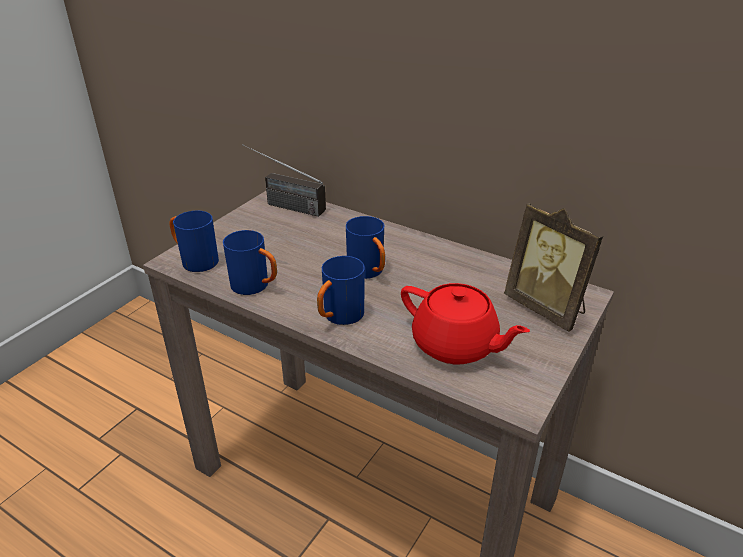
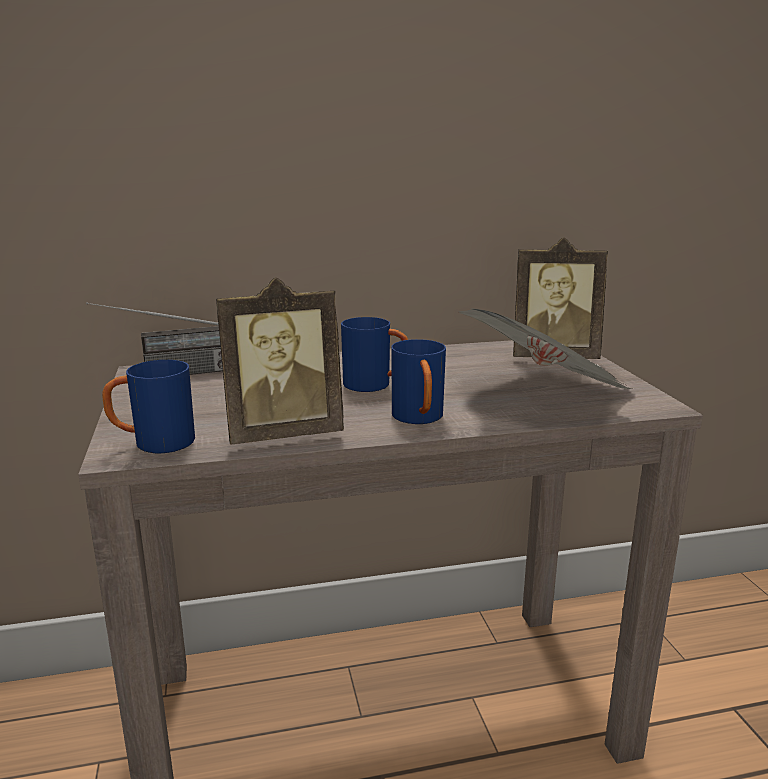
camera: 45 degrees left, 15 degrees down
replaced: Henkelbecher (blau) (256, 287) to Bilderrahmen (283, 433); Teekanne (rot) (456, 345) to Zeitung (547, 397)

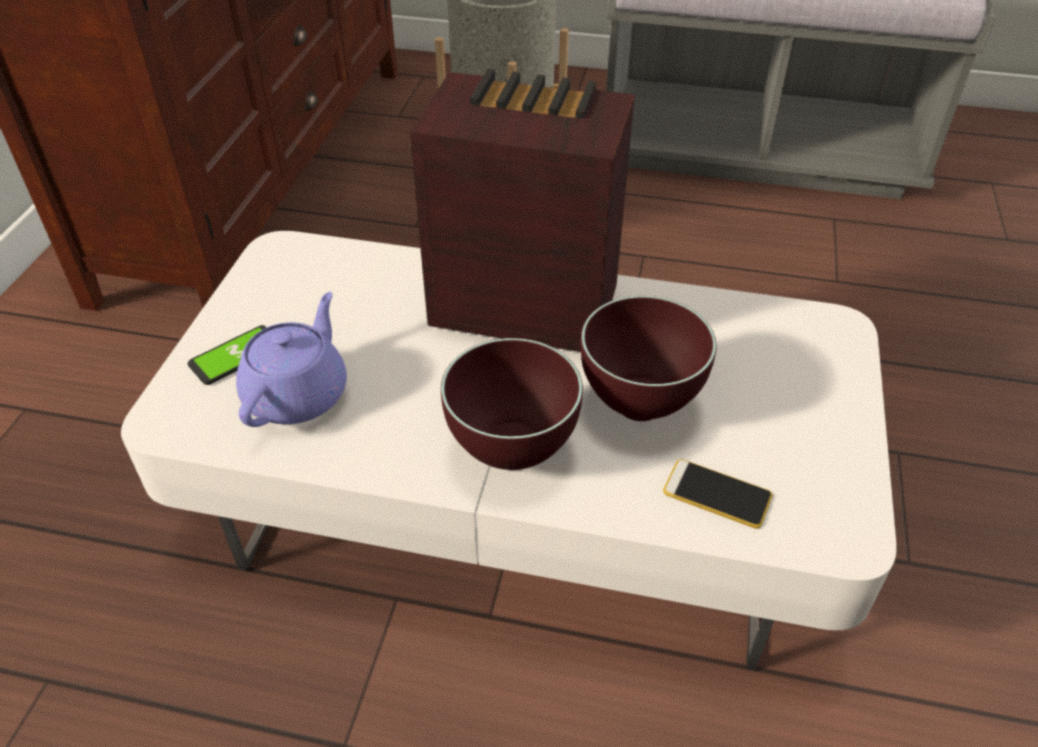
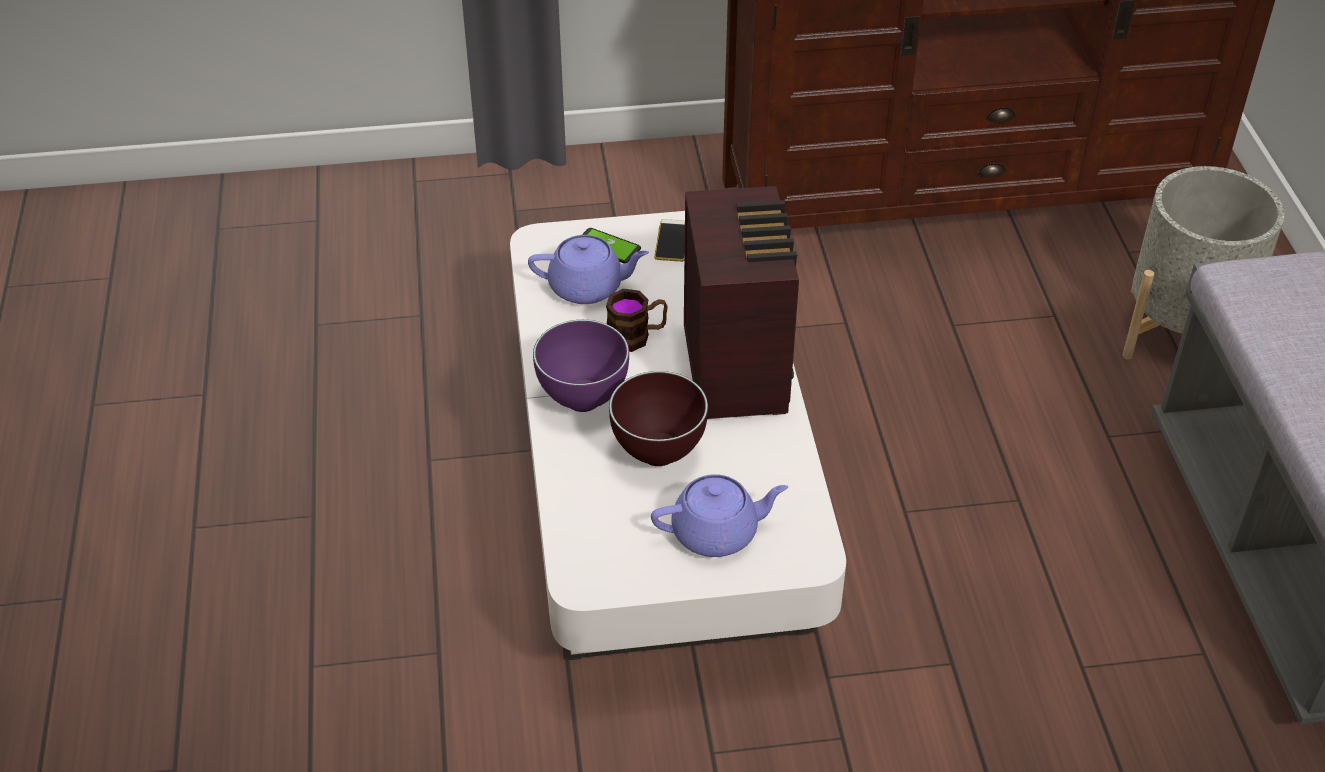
camera: 70 degrees right, 0 degrees up
added: Henkelbecher (637, 336); Teekanne (lila) (717, 532)
moved: Handy (717, 494) to (672, 241)
recoloured: Schüssel (braun) (515, 454) to Schüssel (lila) (582, 403)

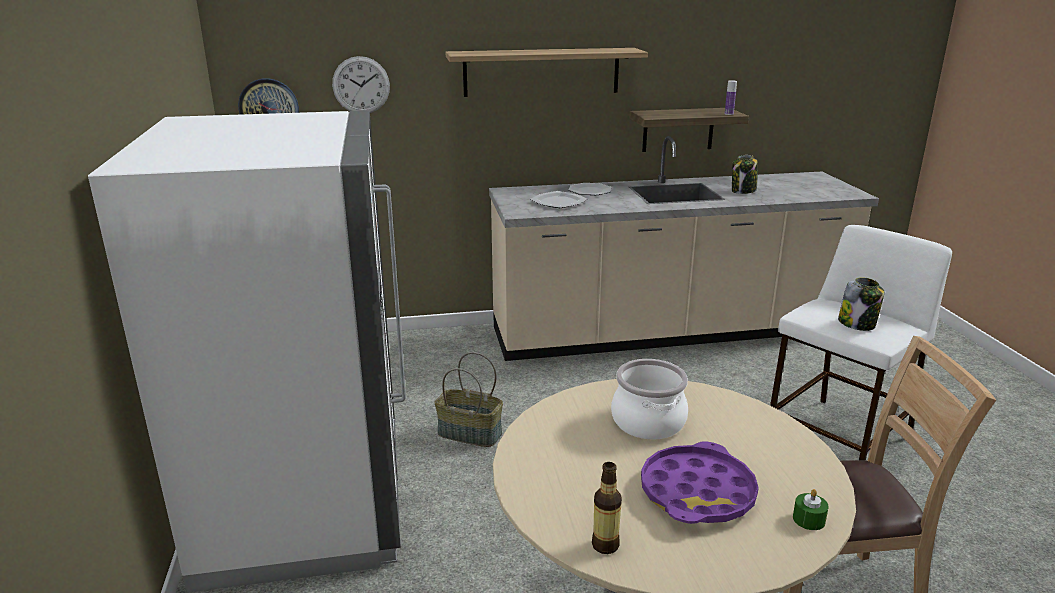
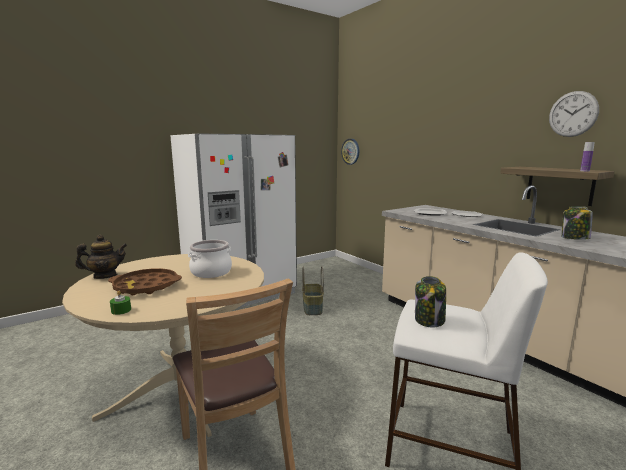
camera: 65 degrees right, 10 degrees down
removed: Wandregal (541, 72)
moved: Wanduhr (361, 85) to (573, 114)
replaced: Flasche (605, 545) to Teekanne (105, 276)
recoloured: Tablett (lila) (697, 492) to Tablett (braun) (146, 286)

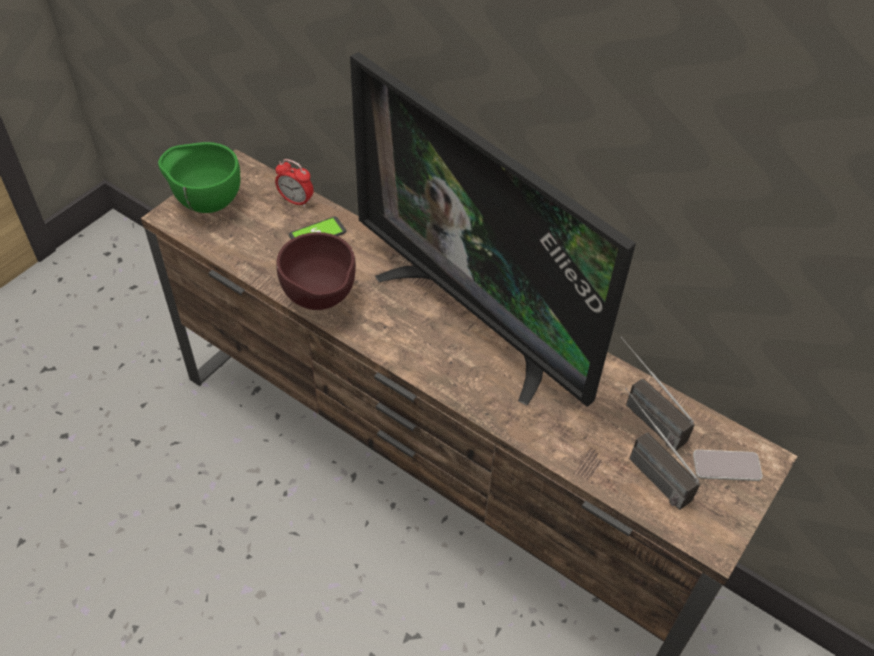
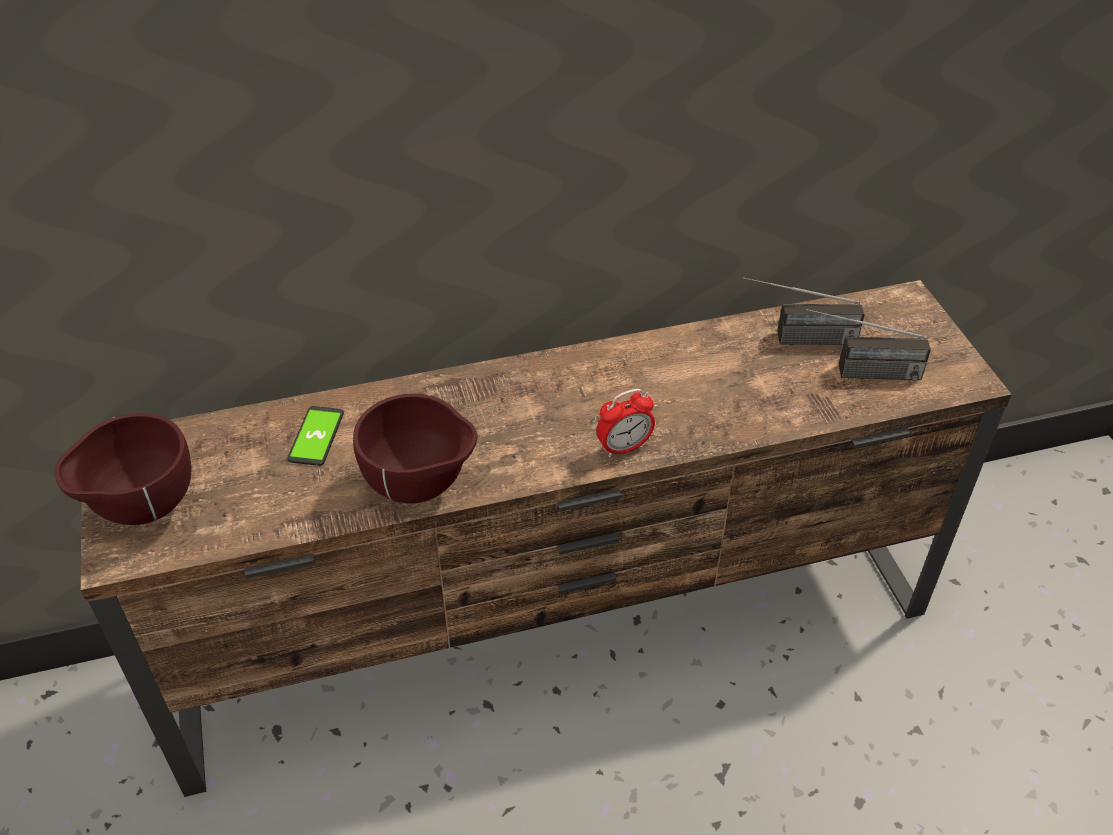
camera: 50 degrees left, 5 degrees down
removed: Fernseher (476, 318); Handy (726, 466)
moved: Wecker (296, 201) to (624, 447)
recoloured: Schüssel (grün) (206, 203) to Schüssel (braun) (142, 510)

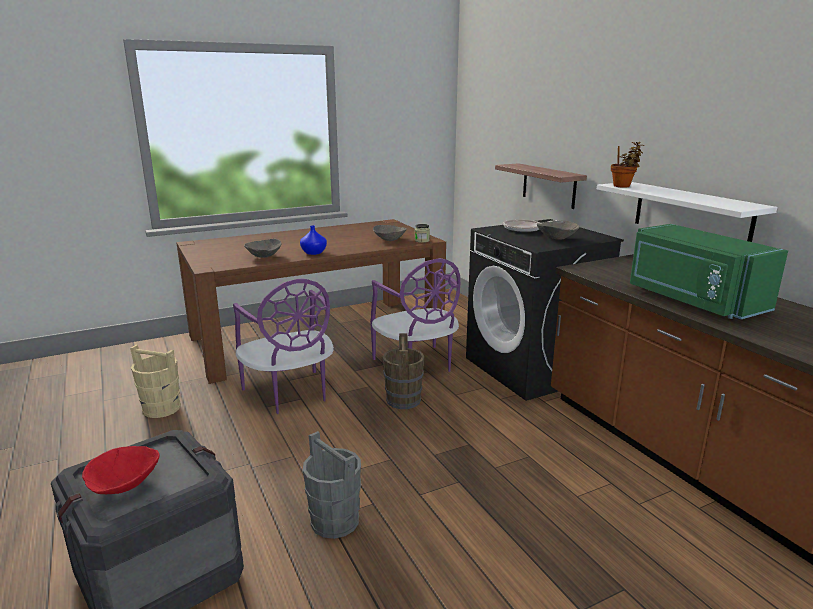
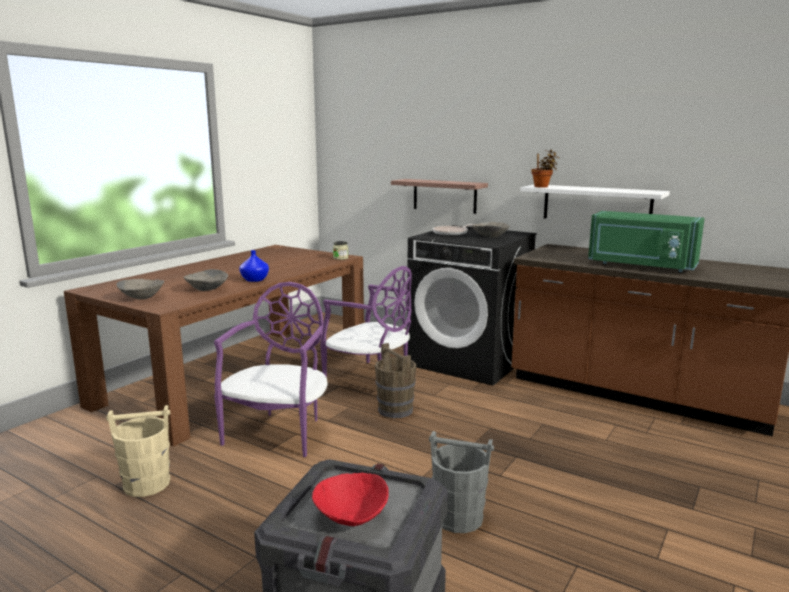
camera: 30 degrees left, 5 degrees down
moved: Schüssel (grau) (390, 240) to (142, 297)
turned: Stuhl (lila) (290, 394) = (279, 432) 105 degrees counterclockwise

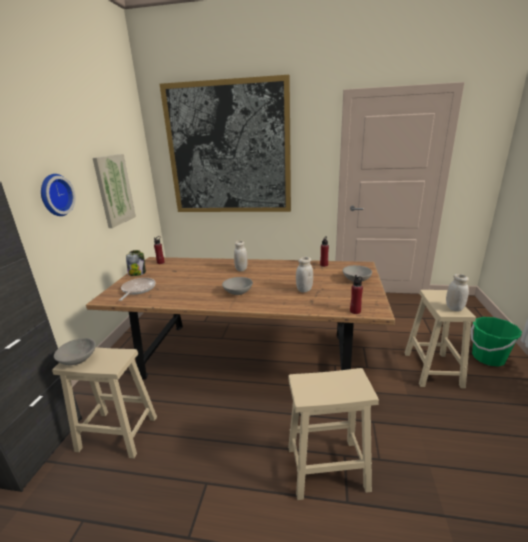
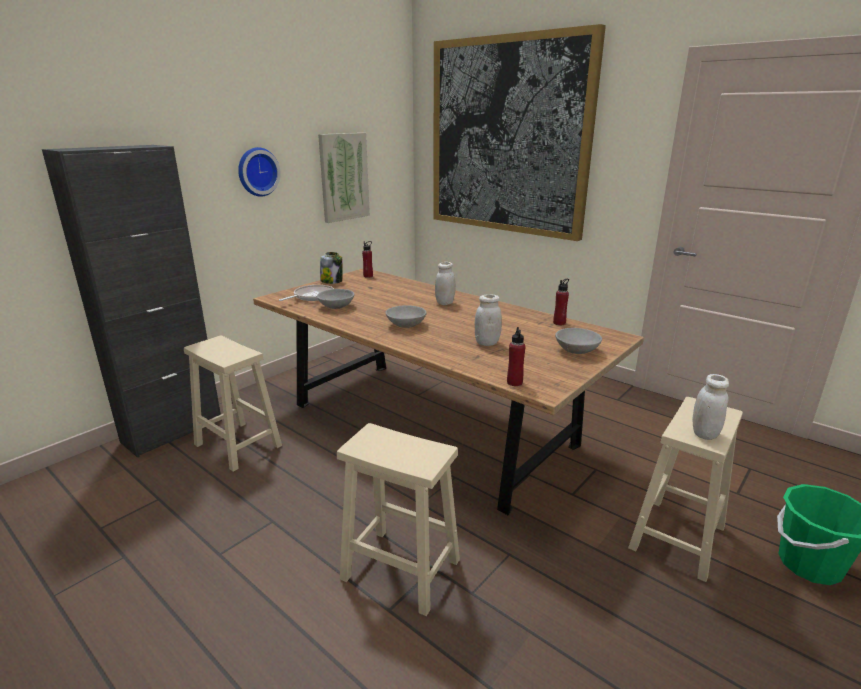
camera: 30 degrees right, 0 degrees up
moved: Schüssel (grau) (78, 359) to (336, 306)

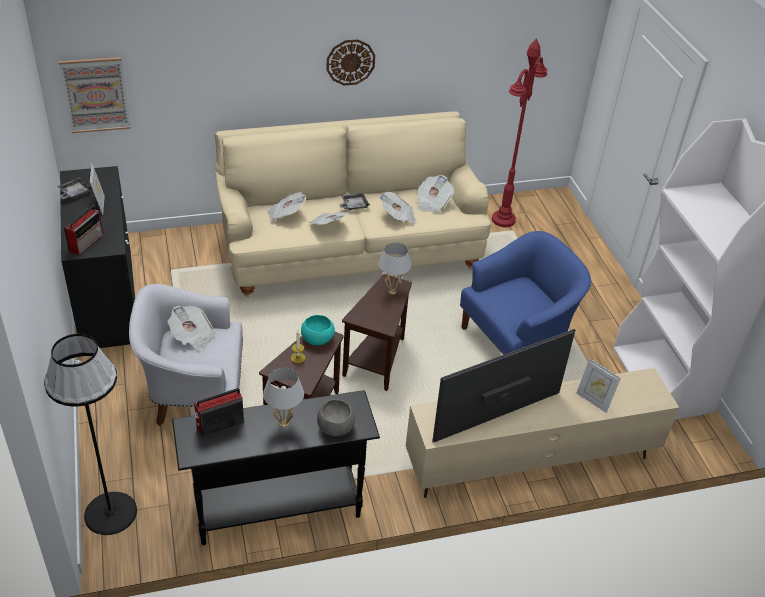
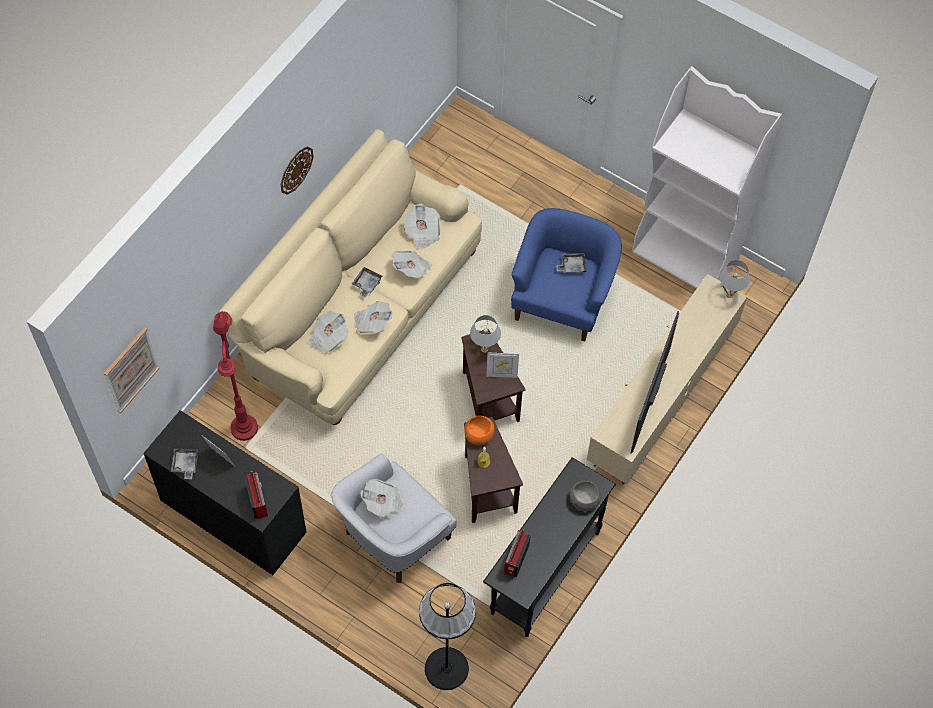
camera: 40 degrees left, 20 degrees up
added: Tablett (grau) (572, 266)
moved: Stehlampe (rot) (503, 219) to (244, 428); Bilderrahmen (593, 401) to (502, 374); Tischlampe (weiß) (284, 423) to (729, 295)
recoloured: Schüssel (türkis) (317, 338) to Schüssel (orange) (479, 434)

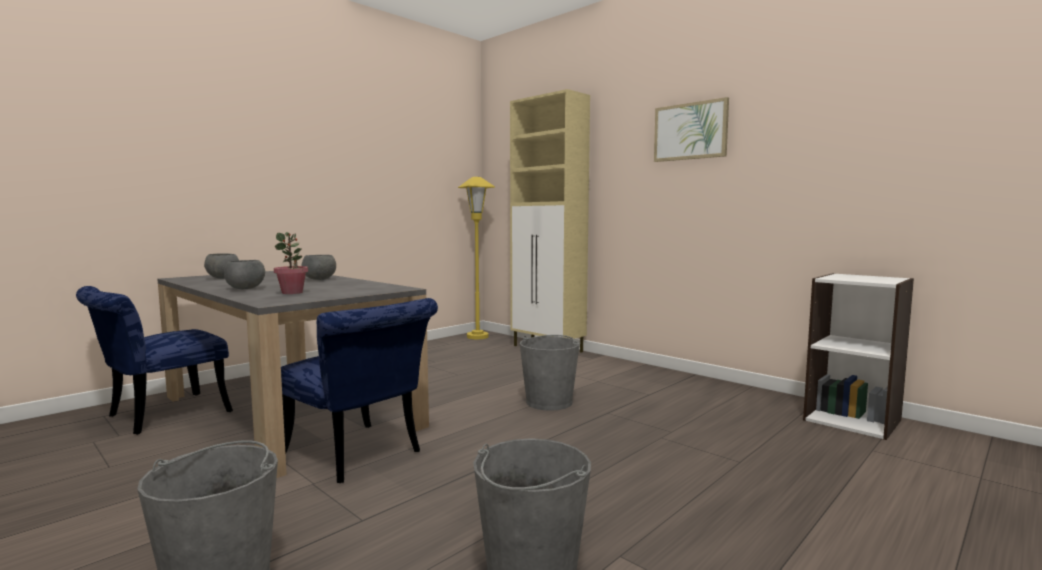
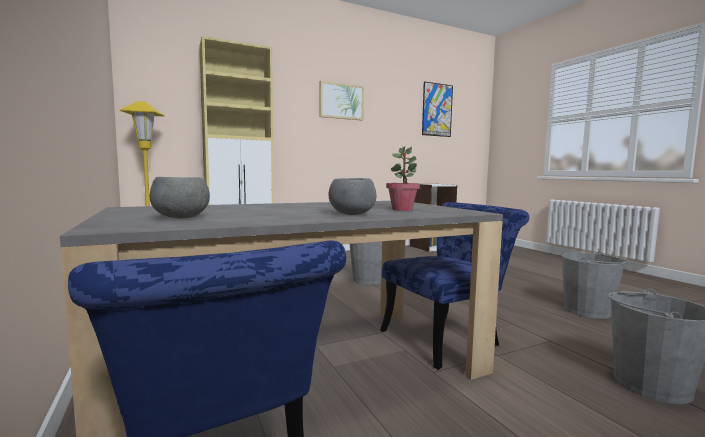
camera: 70 degrees left, 0 degrees up
removed: Schüssel (grau) (320, 279)
added: Bild (437, 110)

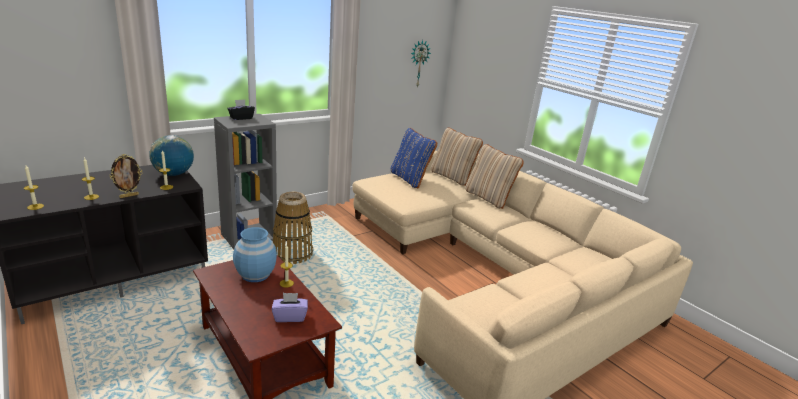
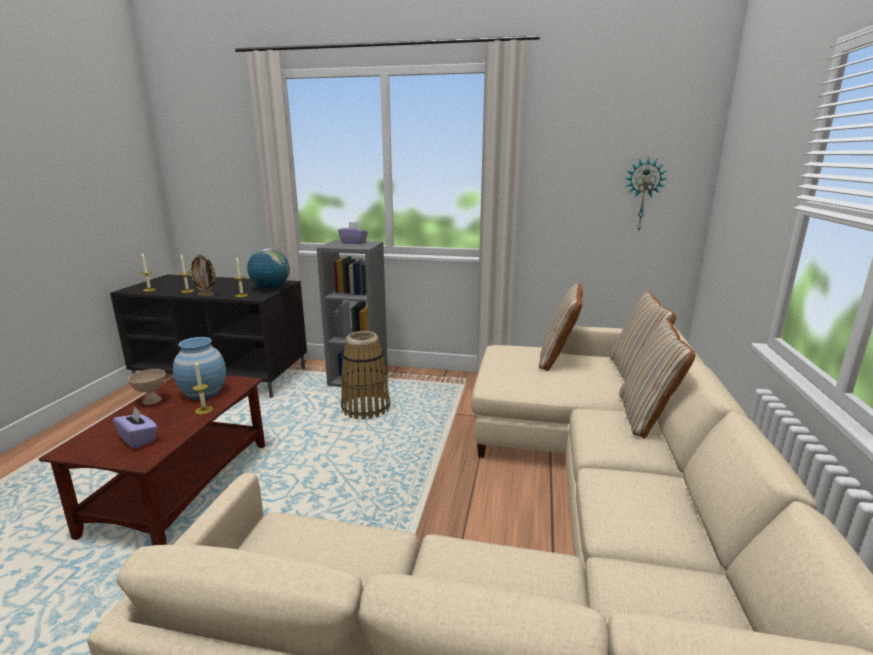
camera: 50 degrees right, 5 degrees down
added: Schüssel (beige) (152, 401)
recoloured: Taschentuchbox (schwarz) (241, 118) to Taschentuchbox (lila) (353, 242); Kissen (blau) (410, 179) to Kissen (beige) (558, 359)

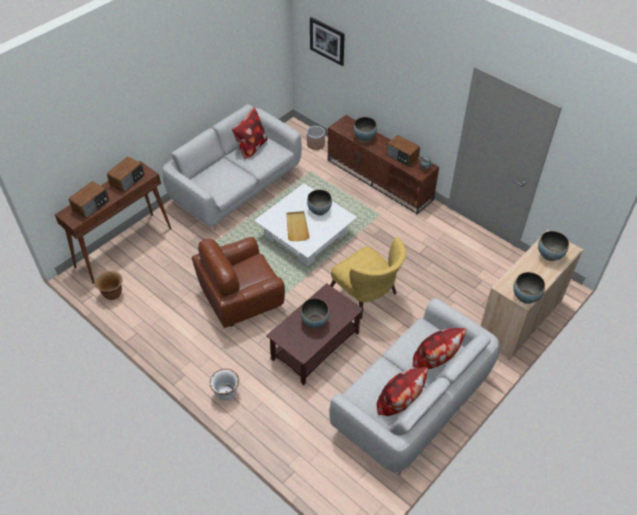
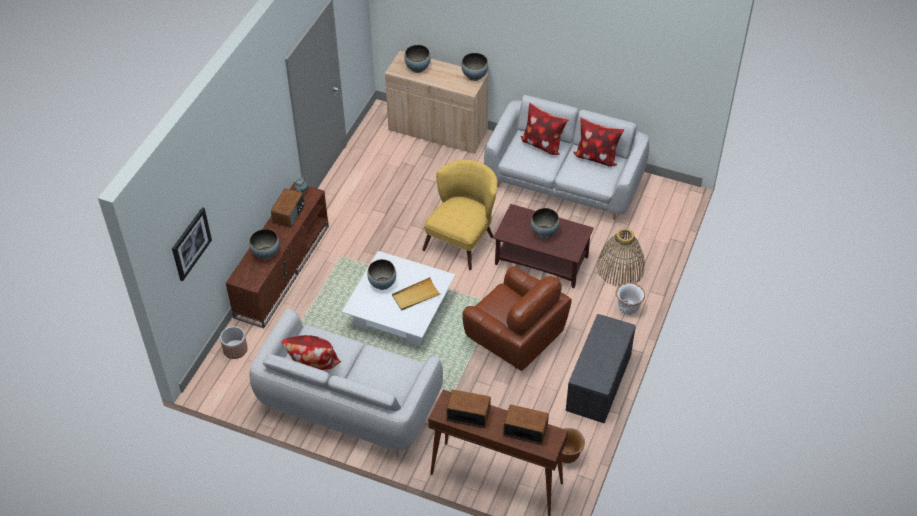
camera: 110 degrees left, 0 degrees up
added: Korb (620, 268); Bank (grau) (599, 383)

